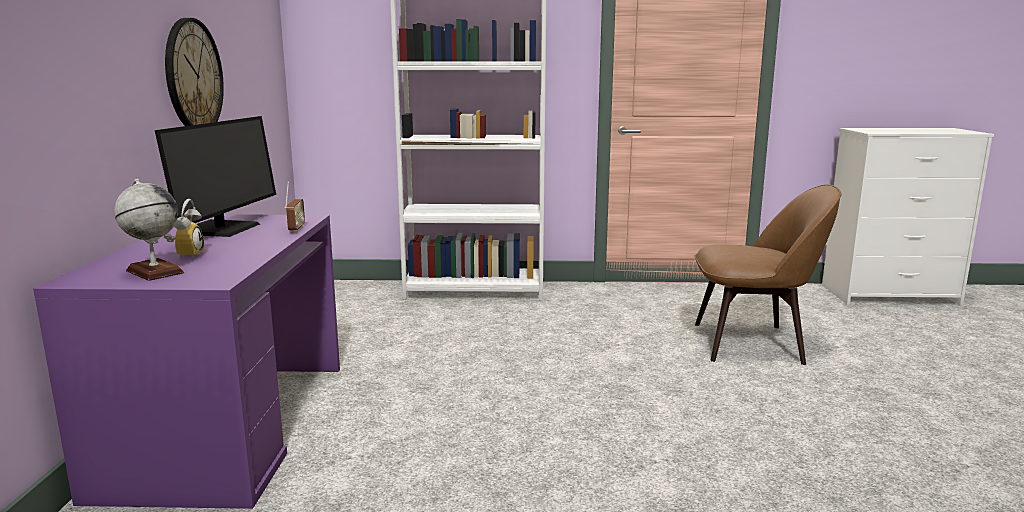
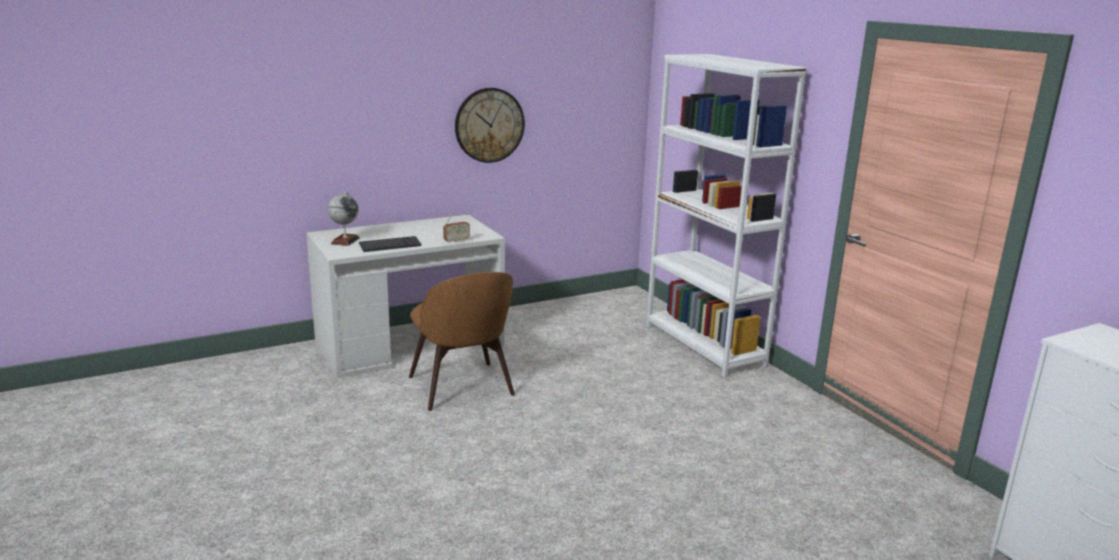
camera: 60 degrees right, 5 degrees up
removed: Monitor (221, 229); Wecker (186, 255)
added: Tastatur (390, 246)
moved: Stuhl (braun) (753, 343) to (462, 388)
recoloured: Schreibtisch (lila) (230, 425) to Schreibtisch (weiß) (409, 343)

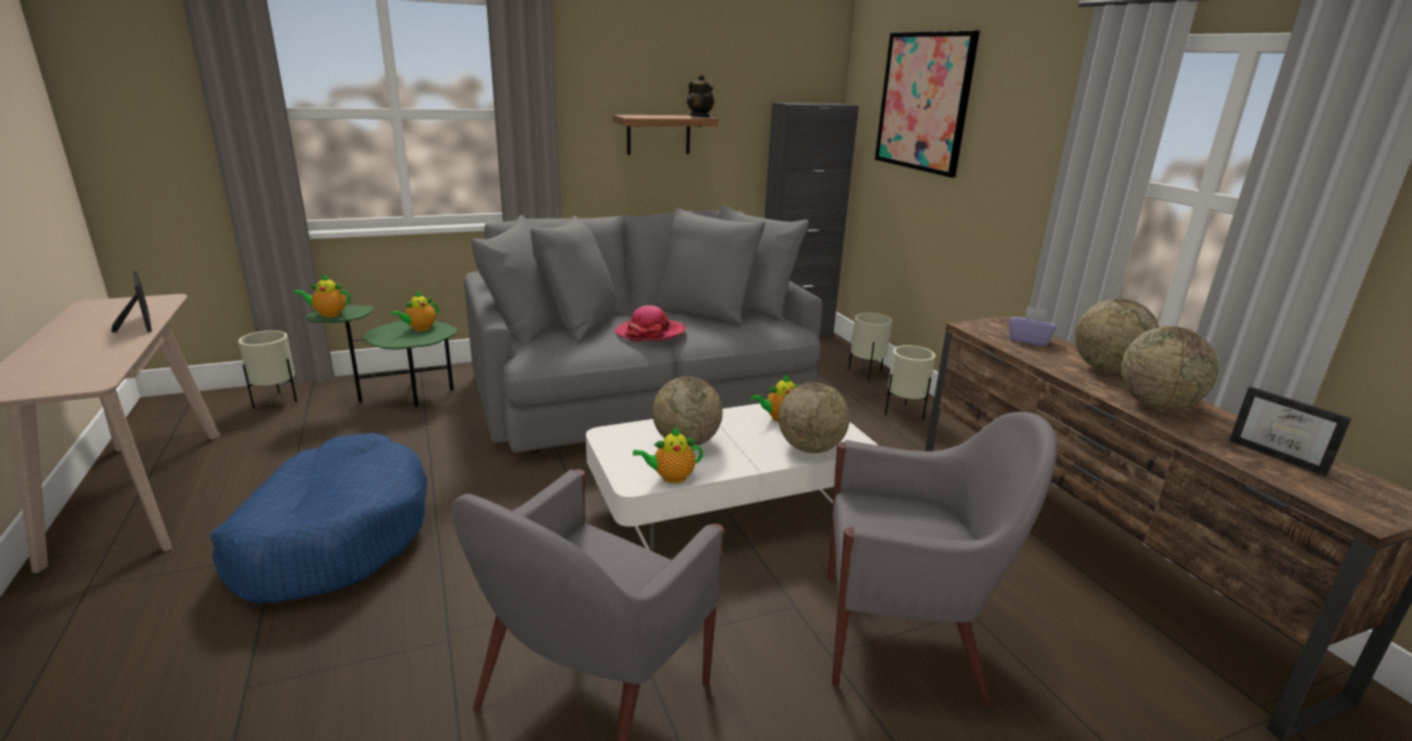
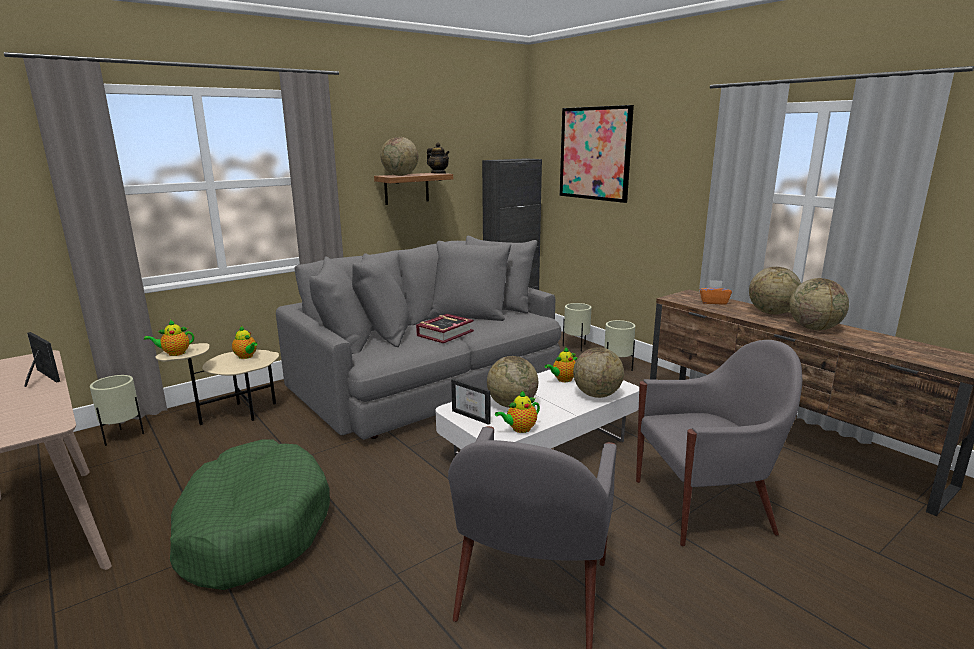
camera: 15 degrees left, 5 degrees down
added: Globus (400, 175)
moved: Bilderrahmen (1281, 456) to (474, 416)
replaced: Hut (650, 333) to Buch (445, 333)
recoloured: Beistelltisch (grün) (401, 396) to Beistelltisch (beige) (234, 415); Taschentuchbox (lila) (1029, 340) to Taschentuchbox (orange) (713, 302); Hundebett (blau) (333, 536) to Hundebett (grün) (252, 528)
turned: Teekanne (420, 328) = (246, 356) 75 degrees counterclockwise

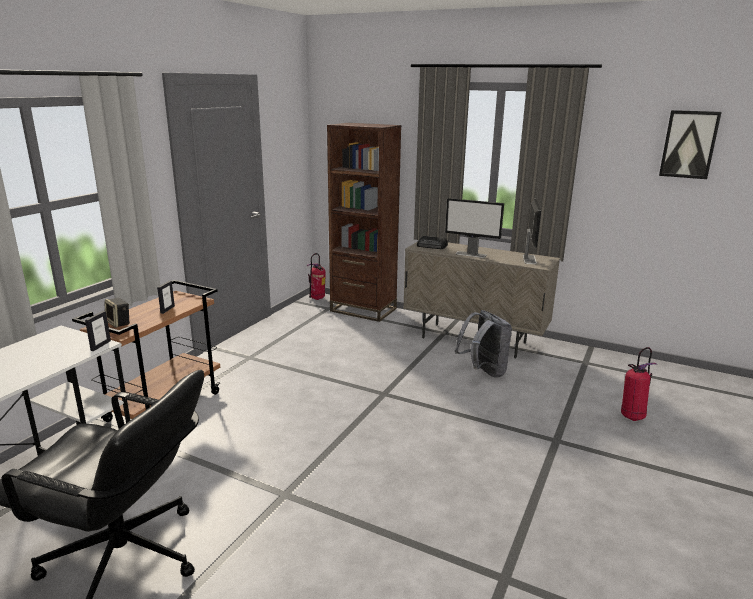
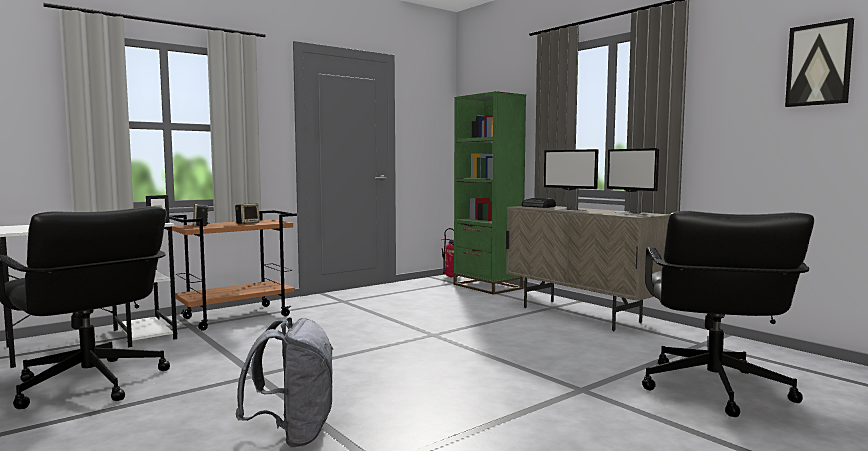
camera: 25 degrees right, 15 degrees down
moved: Rucksack (grau) (483, 372) to (293, 435)
replaced: Bilderrahmen (167, 309) to Lautsprecher (247, 223); Feuerlöscher (632, 416) to Bürostuhl (schwarz) (712, 389)
recoloured: Bücherregal (braun) (363, 310) to Bücherregal (grün) (487, 286)
turned: Monitor (529, 259) = (631, 213) 120 degrees clockwise

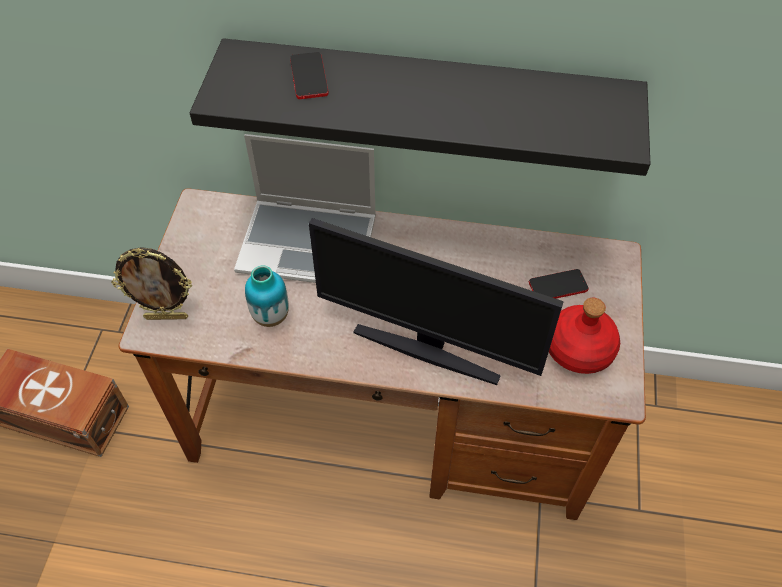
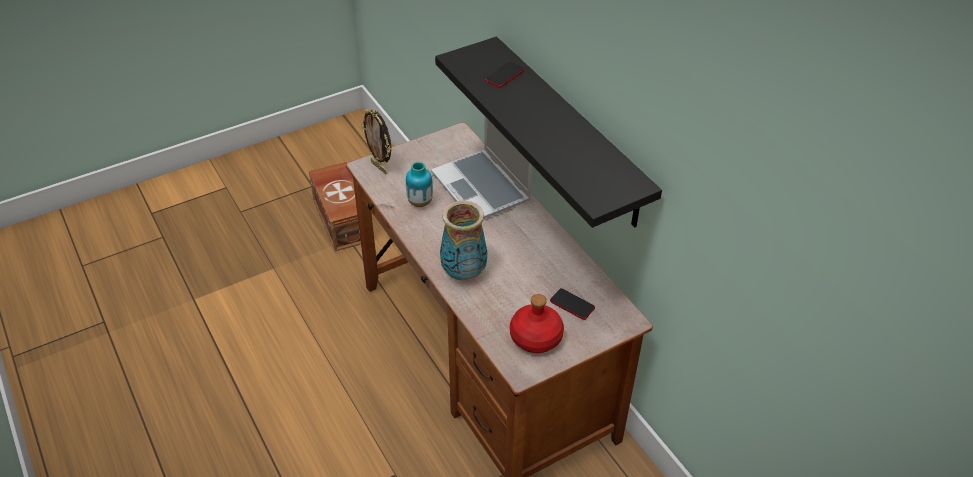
camera: 50 degrees right, 10 degrees down
replaced: Monitor (427, 350) to Vase (464, 273)

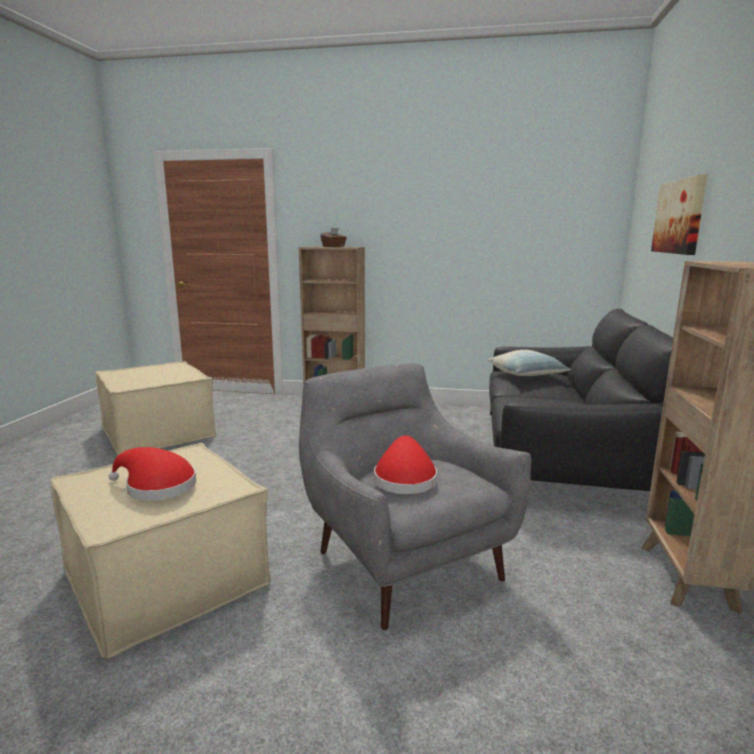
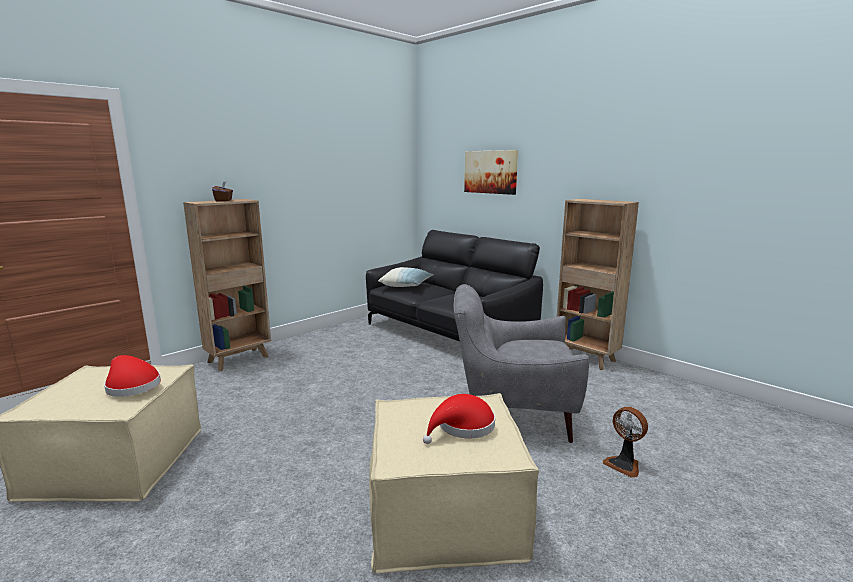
camera: 55 degrees left, 0 degrees up
added: Ventilator (624, 464)
moved: Hut (rot) (404, 479) to (131, 386)

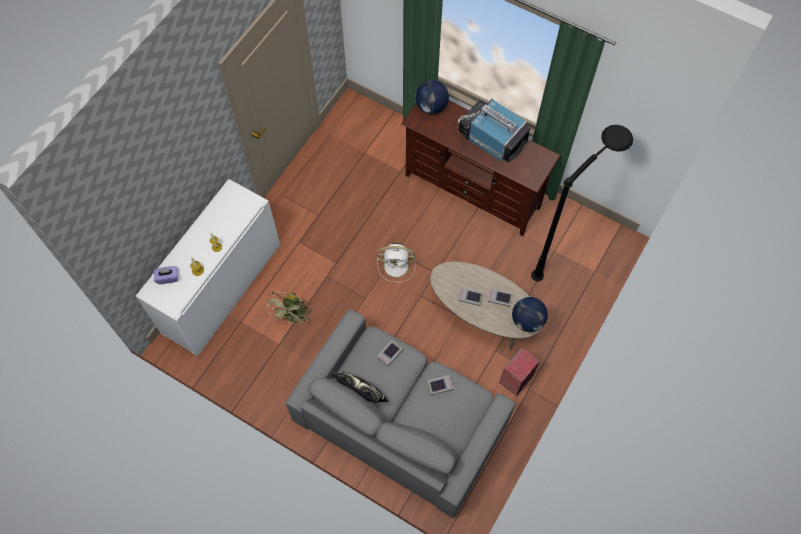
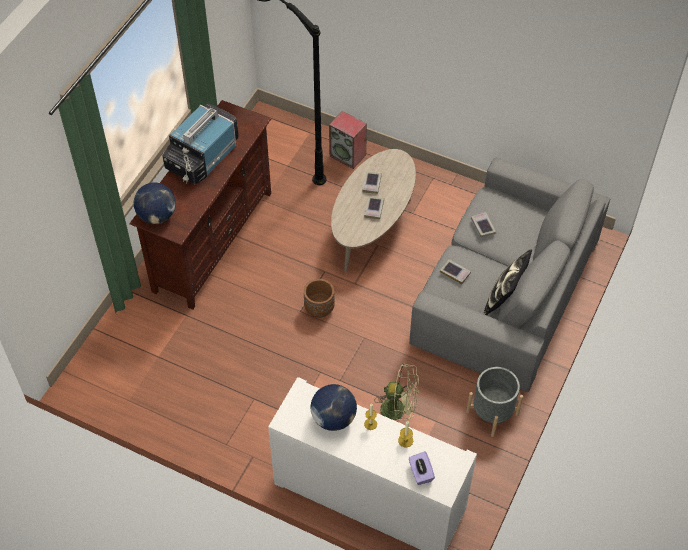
camera: 95 degrees left, 10 degrees down
added: Pflanzkübel (grau) (492, 413)
moved: Globus (527, 321) to (333, 418); Lautsprecher (516, 379) to (348, 155)
replaced: Ventilator (weiß) (397, 266) to Pflanzkübel (braun) (319, 308)

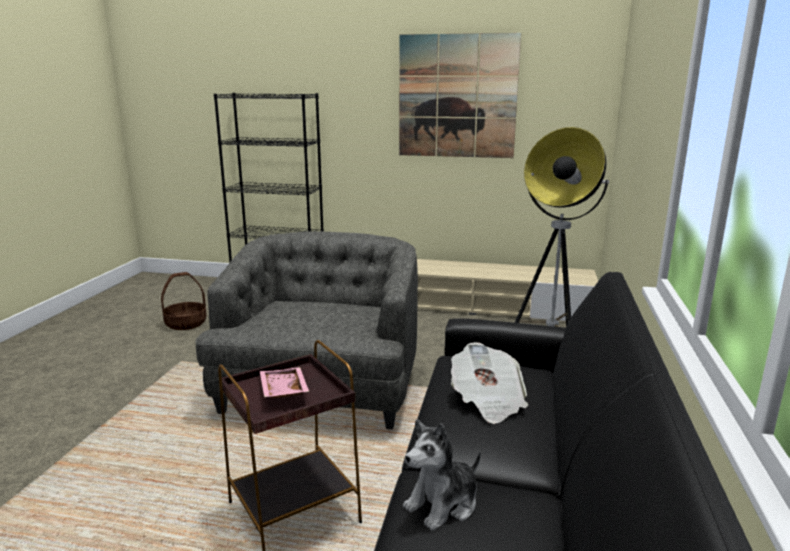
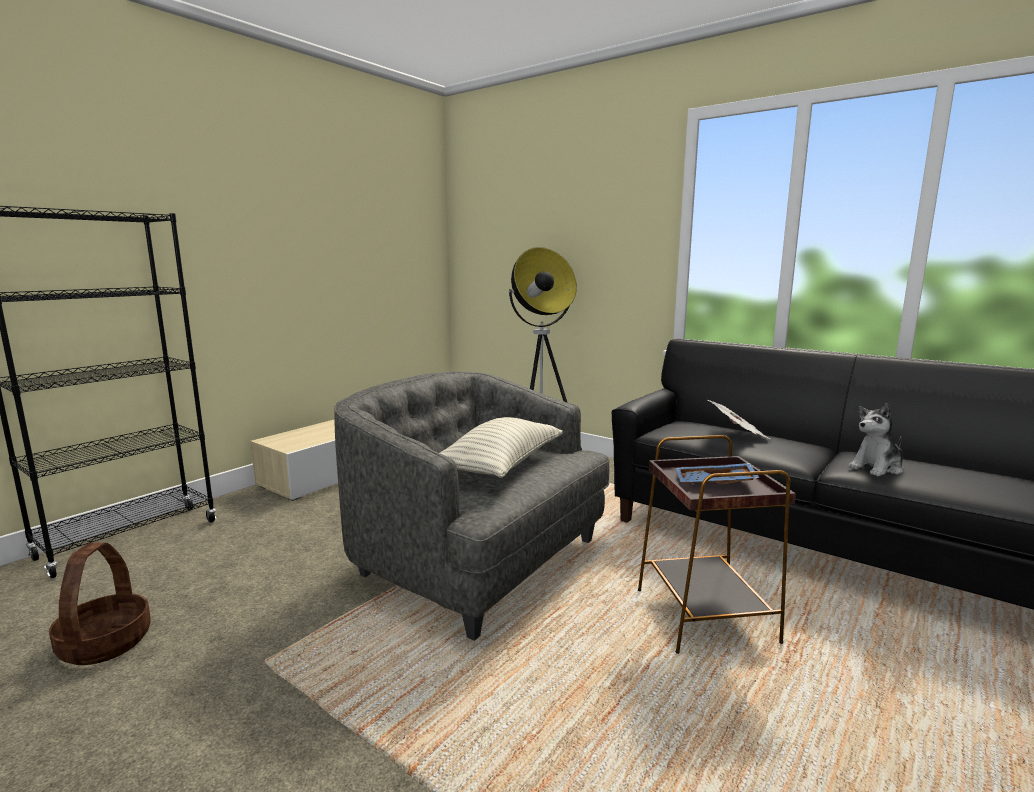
camera: 65 degrees left, 5 degrees down
removed: Bild (457, 97)
added: Kissen (500, 466)
recoloured: Tablett (rosa) (282, 391) to Tablett (blau) (715, 483)
turned: Plüschtier (443, 504) = (877, 468) 75 degrees clockwise

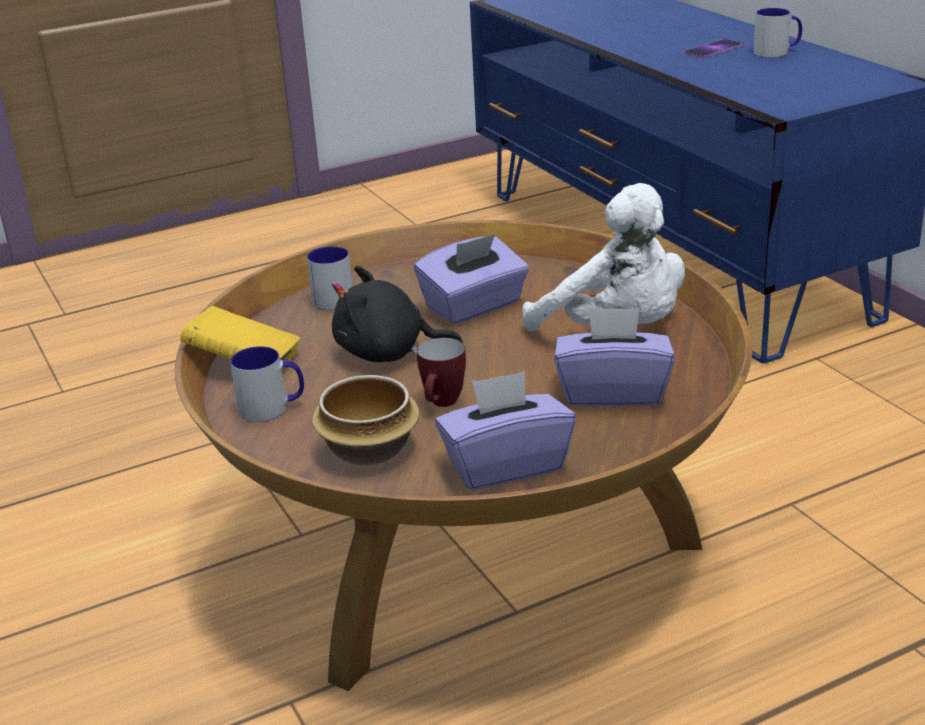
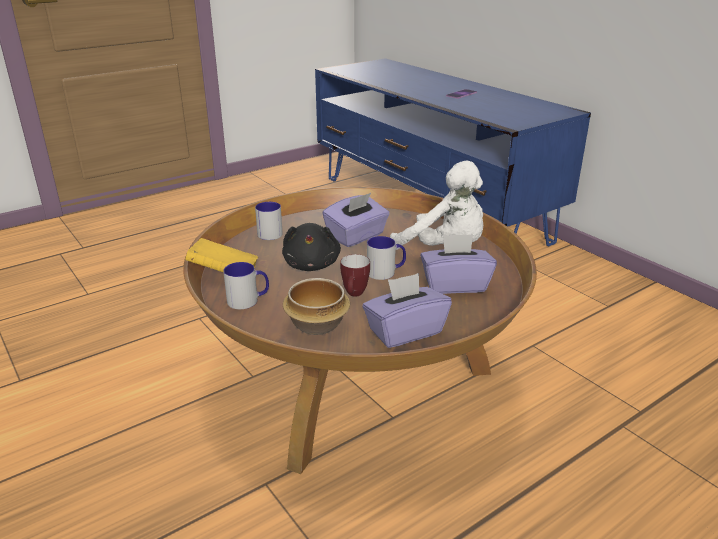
camera: 10 degrees left, 0 degrees up
moved: Henkelbecher (777, 52) to (386, 272)
turned: Plüschtier (schwarz) (387, 353) = (312, 265) 90 degrees counterclockwise

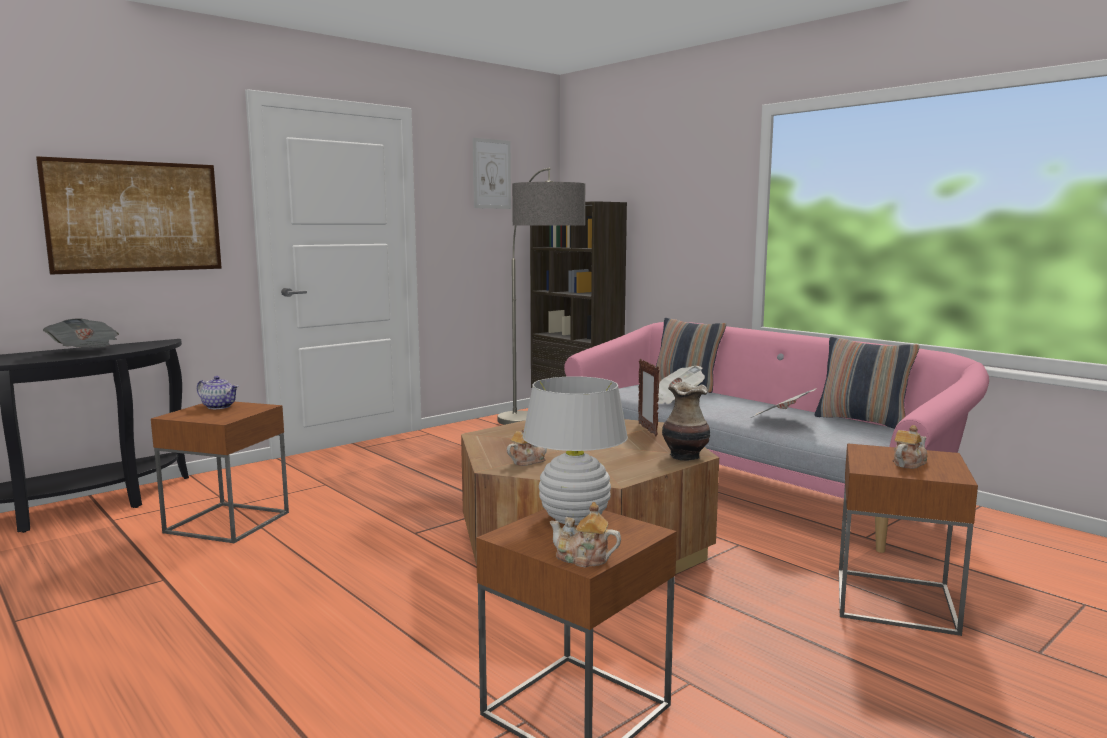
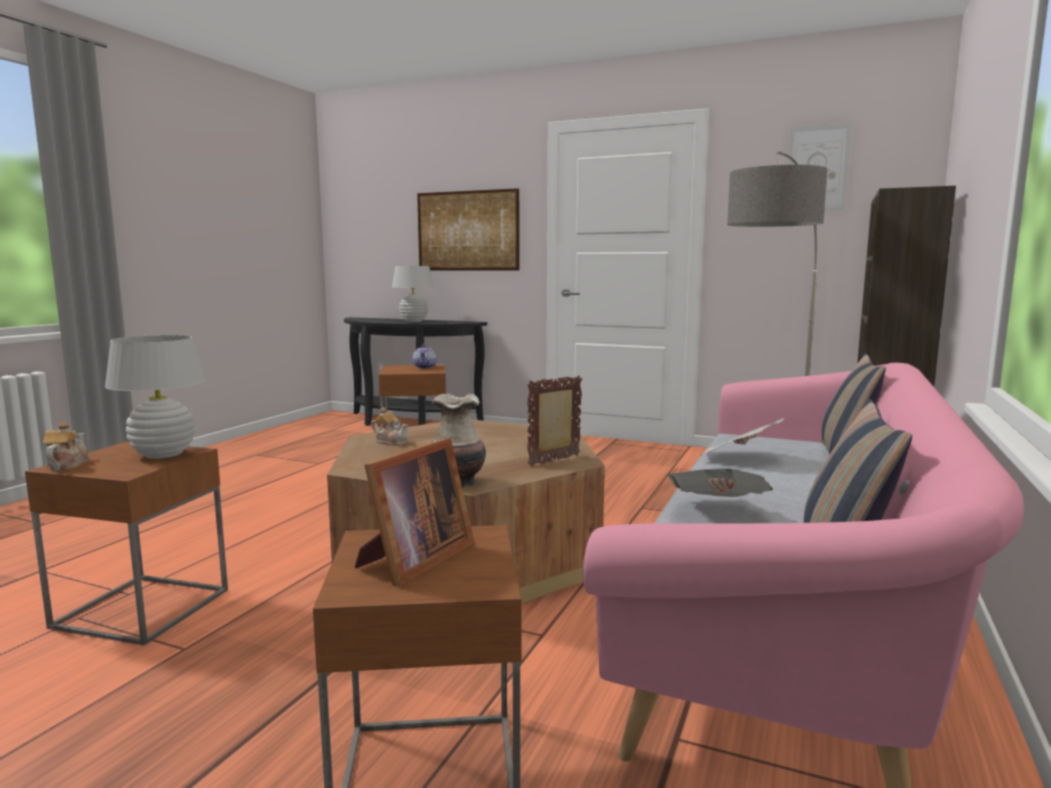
camera: 65 degrees right, 0 degrees up
replaced: Zeitung (86, 352) to Tischlampe (weiß) (413, 321); Teekanne (908, 463) to Bilderrahmen (413, 561)

